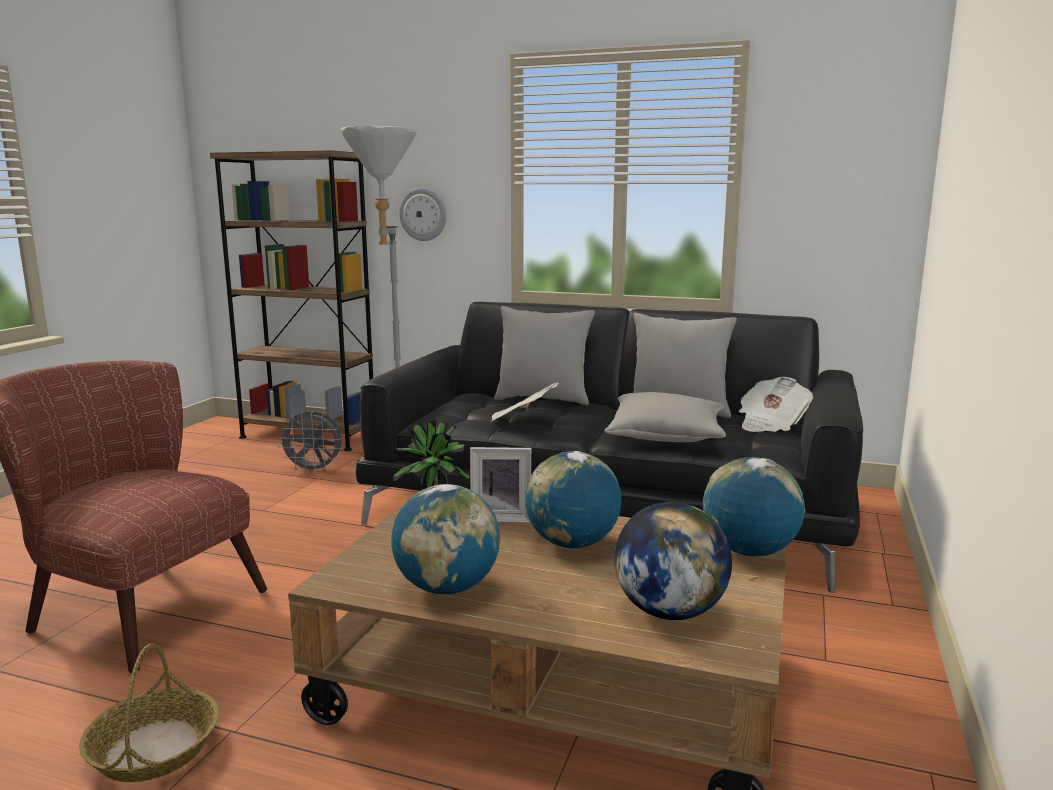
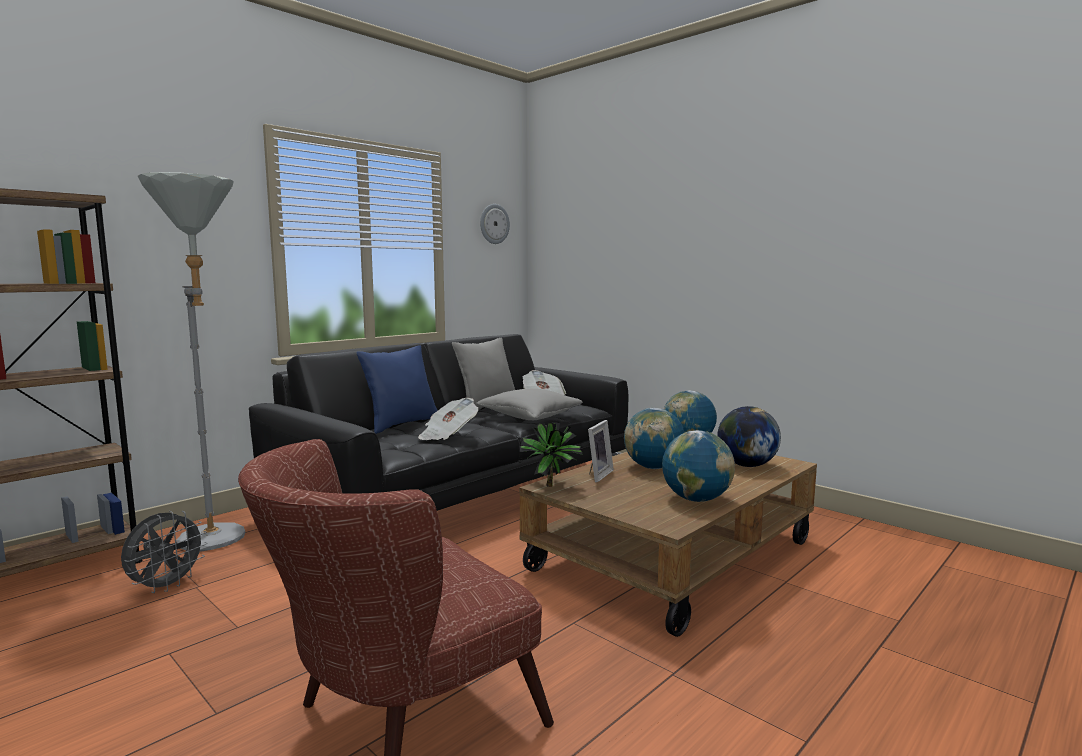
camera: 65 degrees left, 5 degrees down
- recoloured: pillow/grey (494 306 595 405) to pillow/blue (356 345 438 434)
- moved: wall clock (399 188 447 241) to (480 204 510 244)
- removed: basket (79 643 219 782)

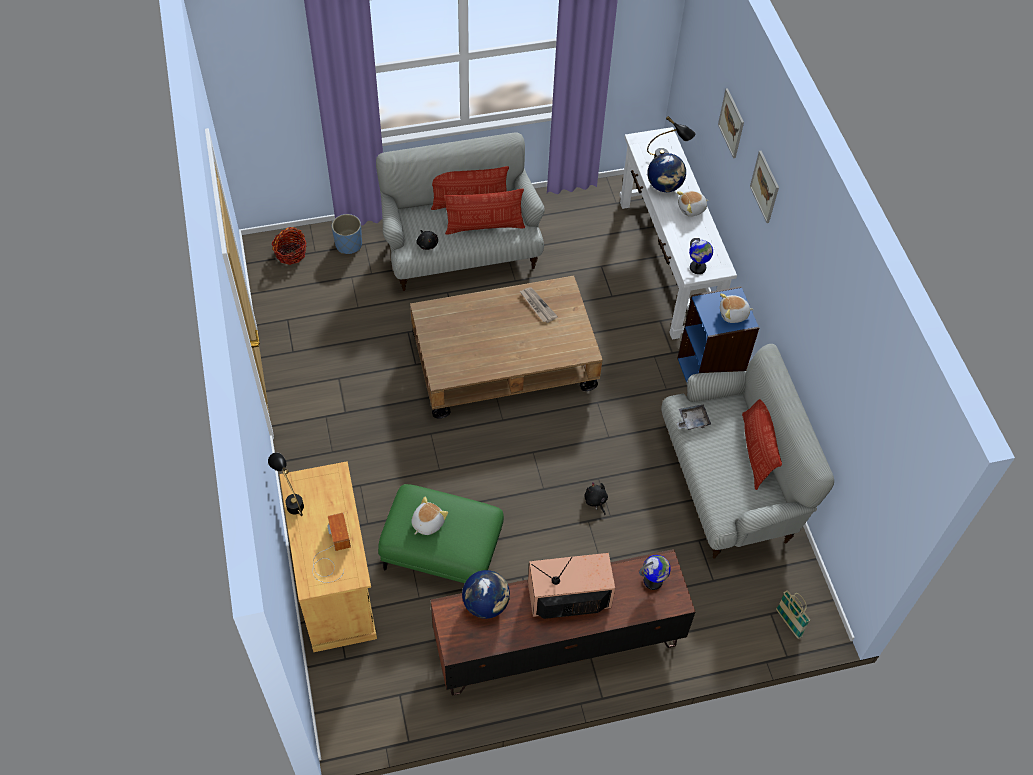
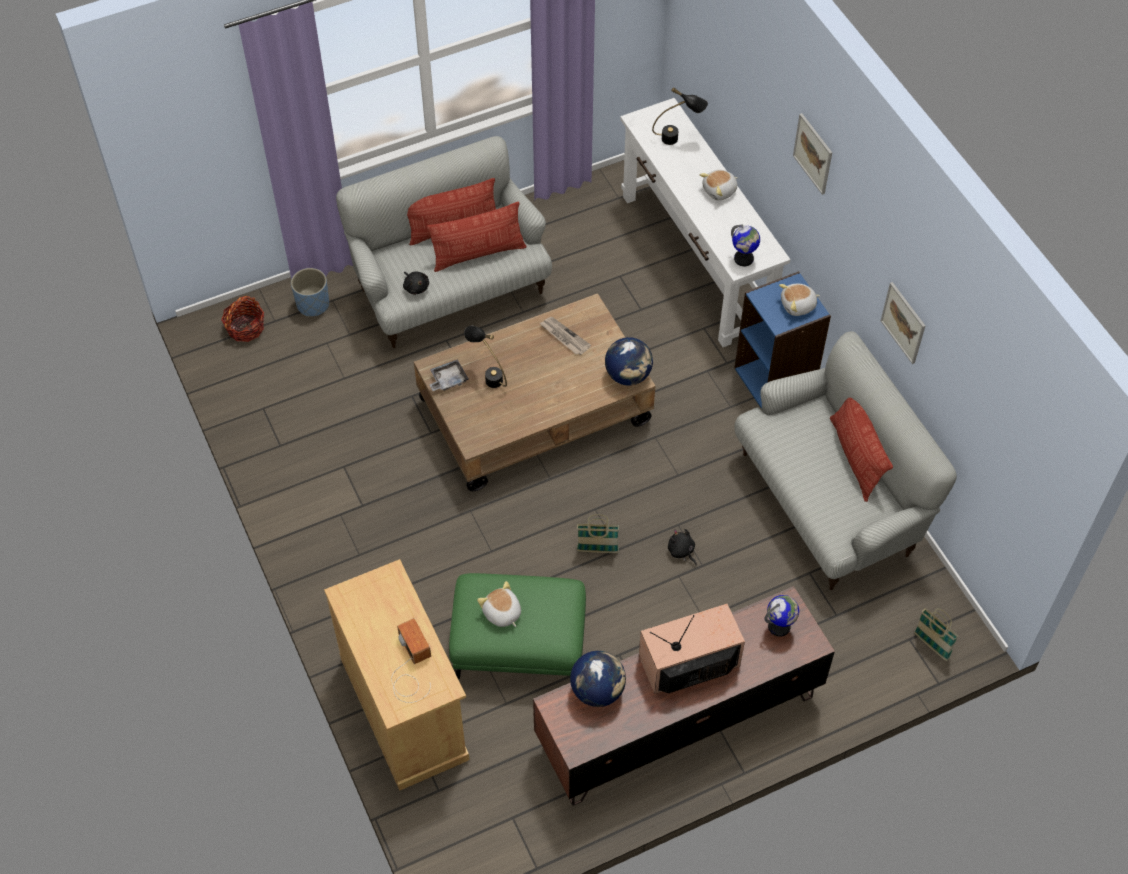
camera: 10 degrees left, 0 degrees up
- moved: tray/grey (676 404 711 430) to (429 359 469 391)
- moved: table lamp/black (268 453 304 516) to (464 325 507 388)
- turned: plush toy (411 496 448 535) = (477 581 521 627) 60 degrees counterclockwise
- added: basket (577 514 619 553)
- moved: globe (648 153 686 192) to (605 337 653 385)
- moved: picture (718 88 744 158) to (881 282 925 364)

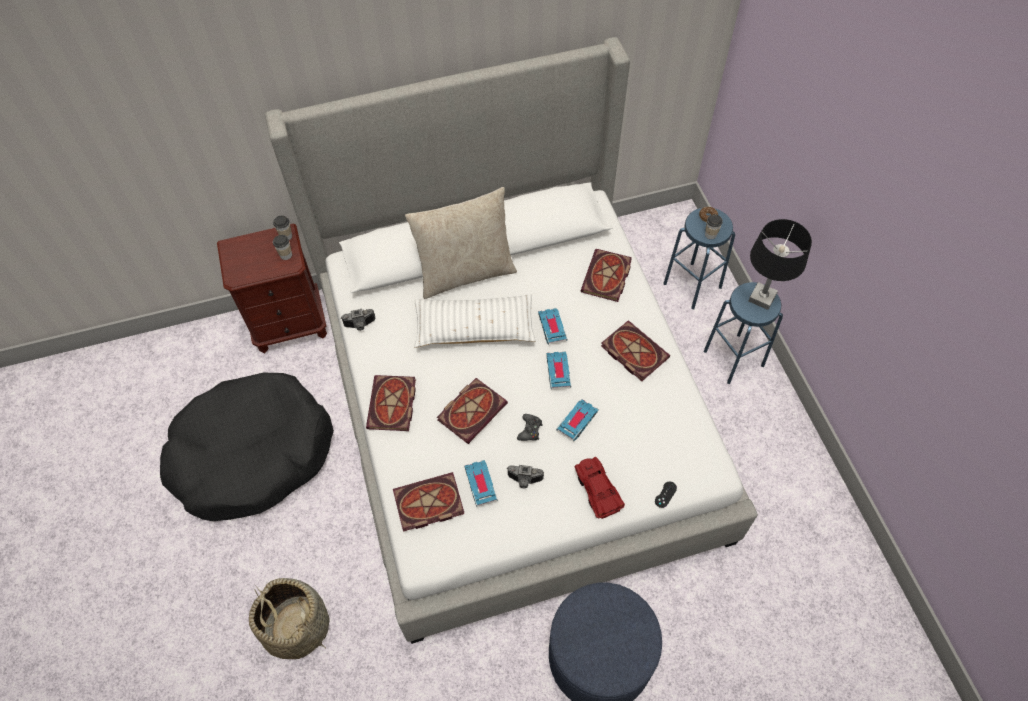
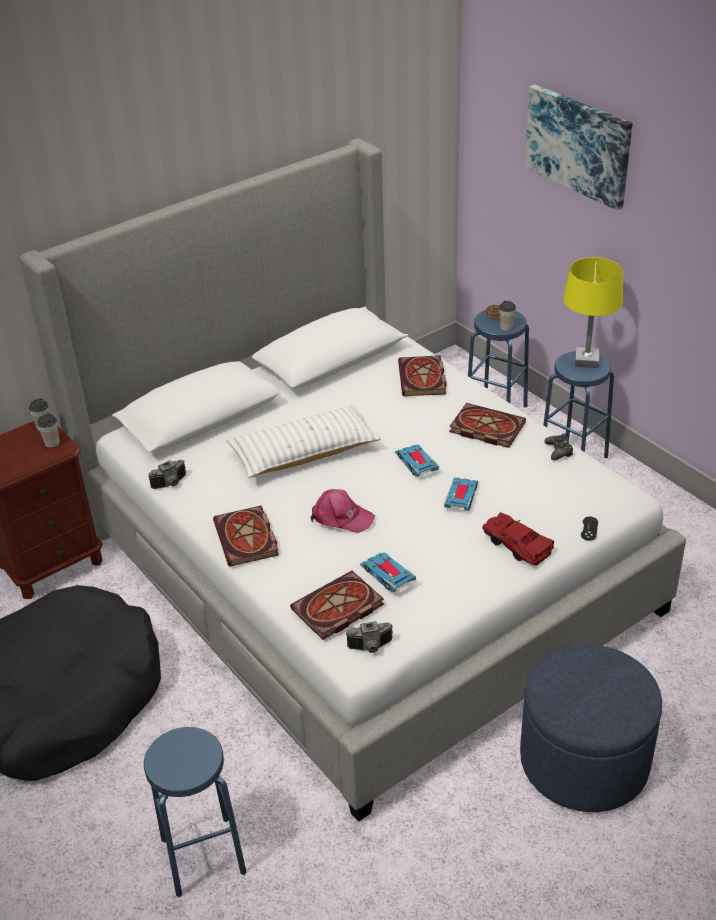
camera: 20 degrees left, 20 degrees down
- replaced: basket (249 578 329 659) to stool/blue (144 727 246 897)
- replaced: book (437 378 508 444) to cap/pink (311 489 375 533)
- moved: photo camera (507 465 544 488) to (346 621 393 653)
- added: picture (525 85 633 210)
- moved: game controller/black (517 414 543 441) to (544 433 573 460)
- recoloured: table lamp/black (748 219 812 310) to table lamp/yellow (563 257 623 368)
- removed: pillow/beige (405 187 517 299)
- removed: toy car (538 308 567 345)

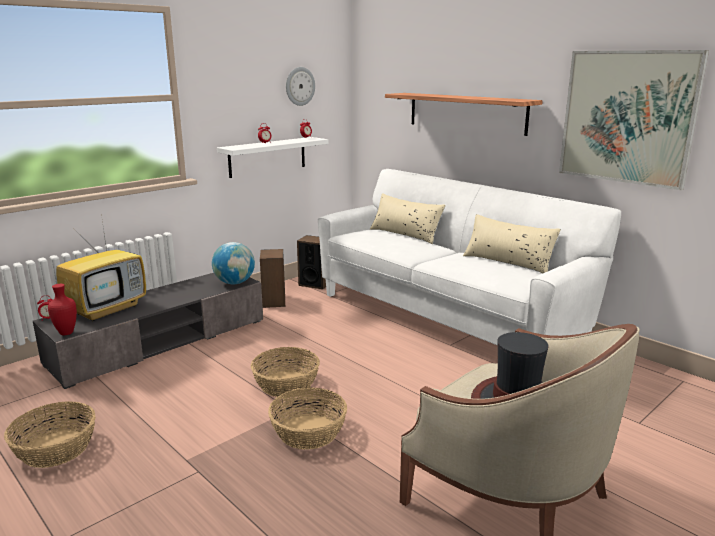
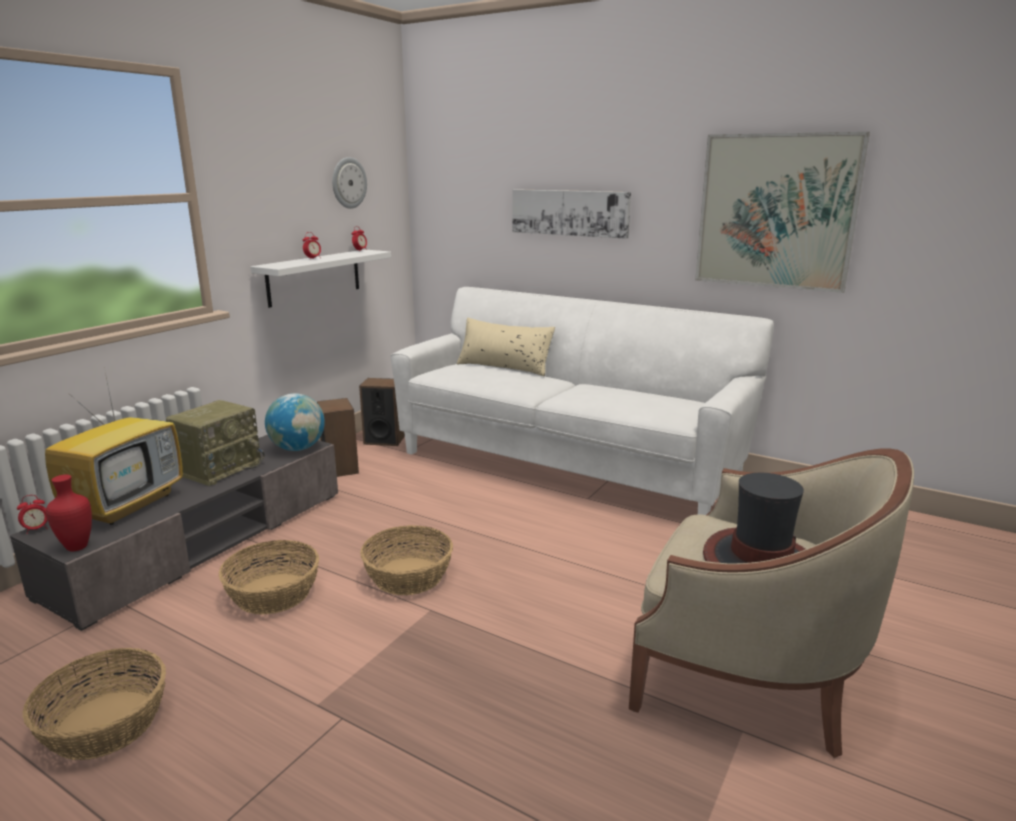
camera: 15 degrees left, 0 degrees up
- added: radio (166 400 264 486)
- moved: basket (268 388 347 450) to (219 540 319 615)
- replaced: shelf (385 93 543 136) to picture (512 189 631 239)
- removed: pillow/beige (463 214 561 273)

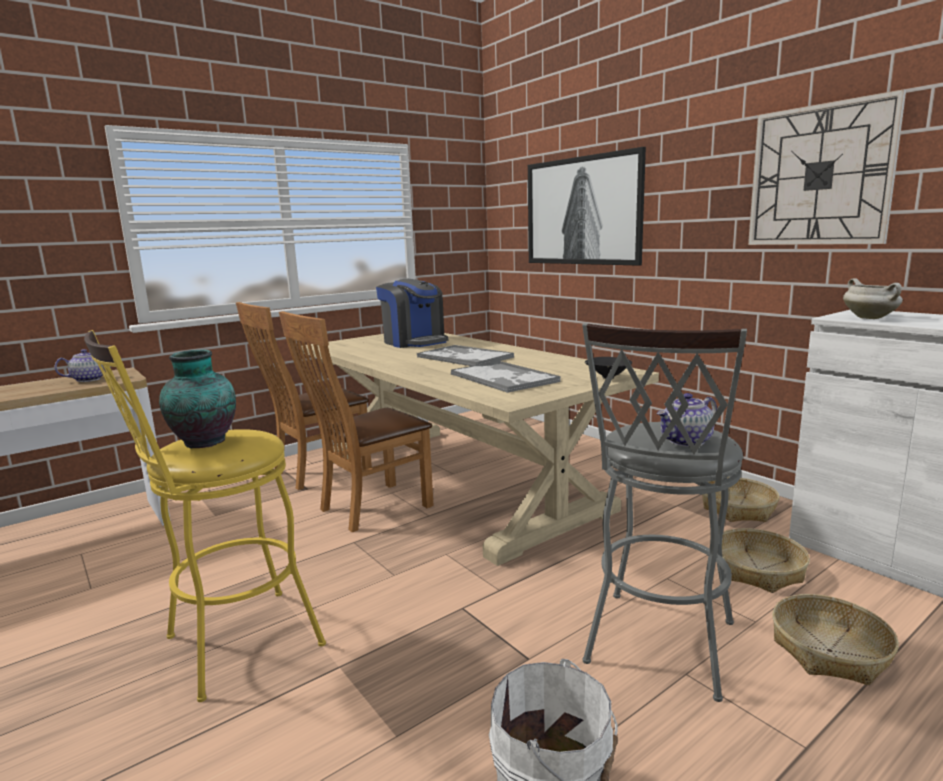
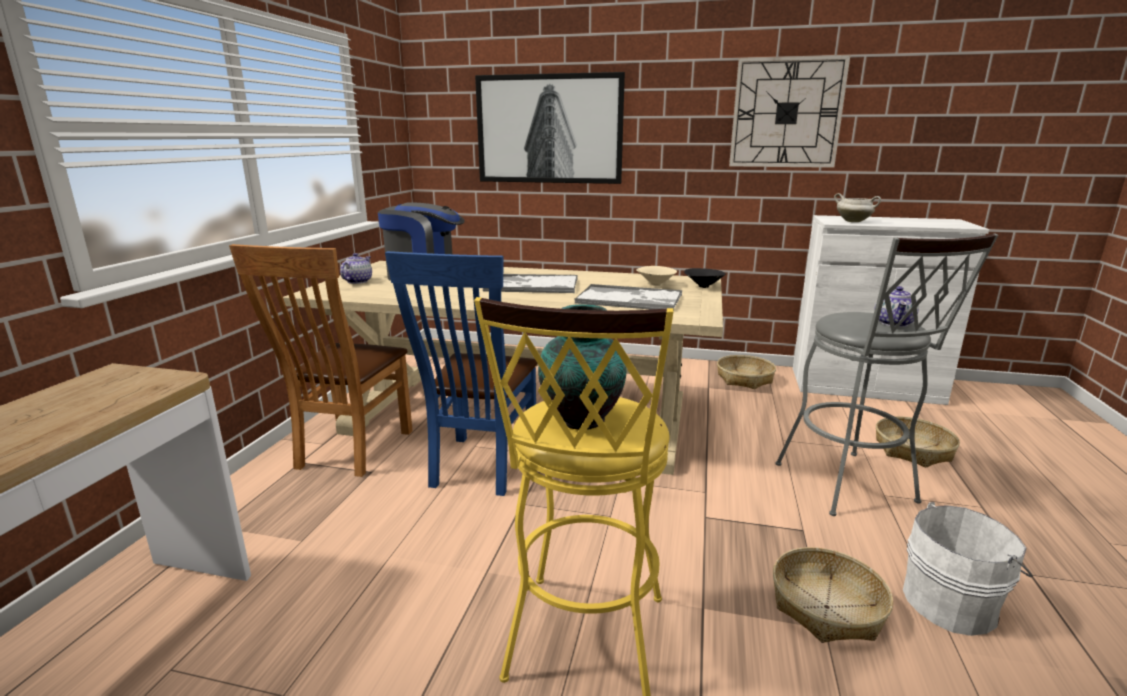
camera: 40 degrees left, 5 degrees up
- moved: teapot (55 349 111 382) to (340 253 372 284)
- recoloured: chair/brown (279 311 434 532) to chair/blue (385 251 537 496)
- added: bowl/beige (636 266 677 286)
- moved: basket (722 528 810 593) to (773 547 893 643)

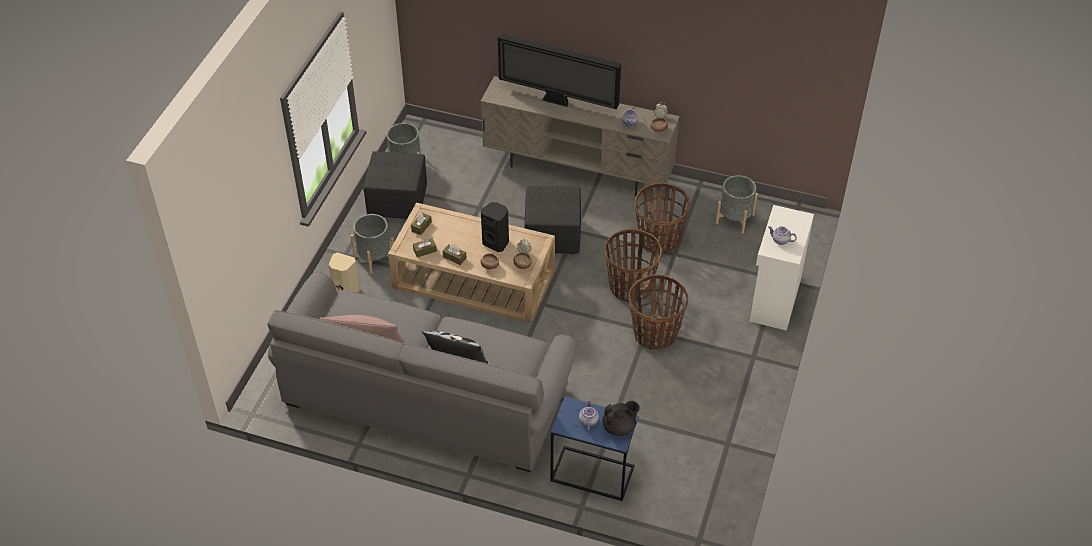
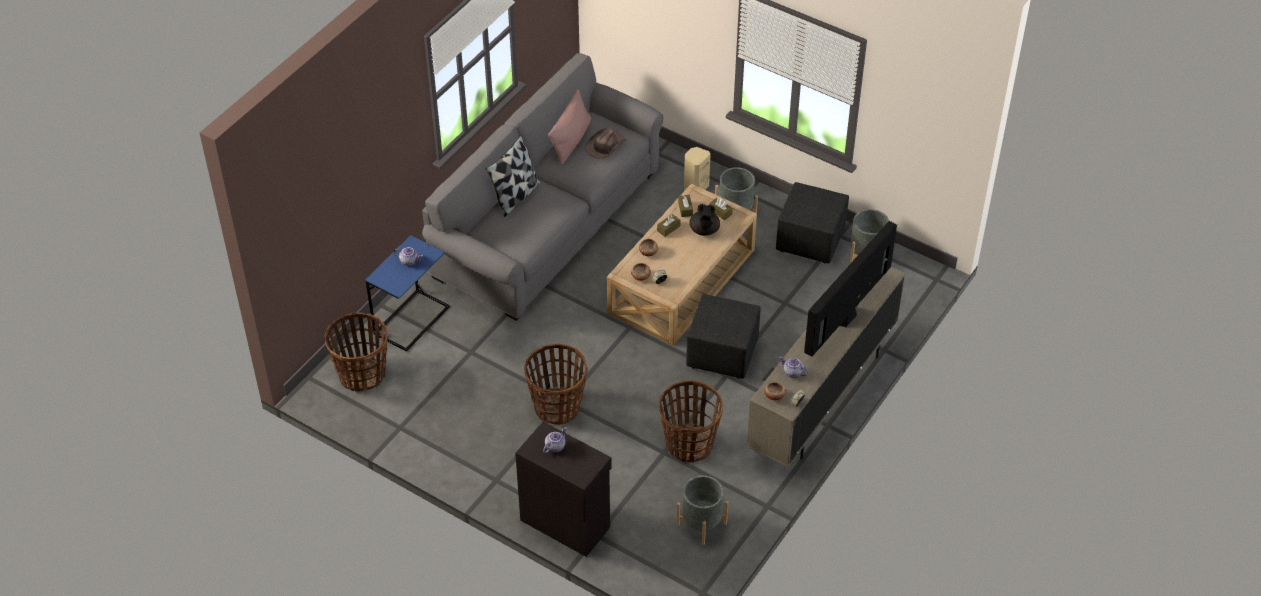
camera: 105 degrees right, 0 degrees up
- moved: basket (604 229 662 303) to (324 313 388 391)
- recoloured: cabinet/white (750 205 814 331) to cabinet/black (515 422 612 557)
- added: hat/brown (585 128 626 159)
- moved: teapot/black (602 401 640 436) to (689 204 720 236)
- removed: speaker/black (481 202 509 252)

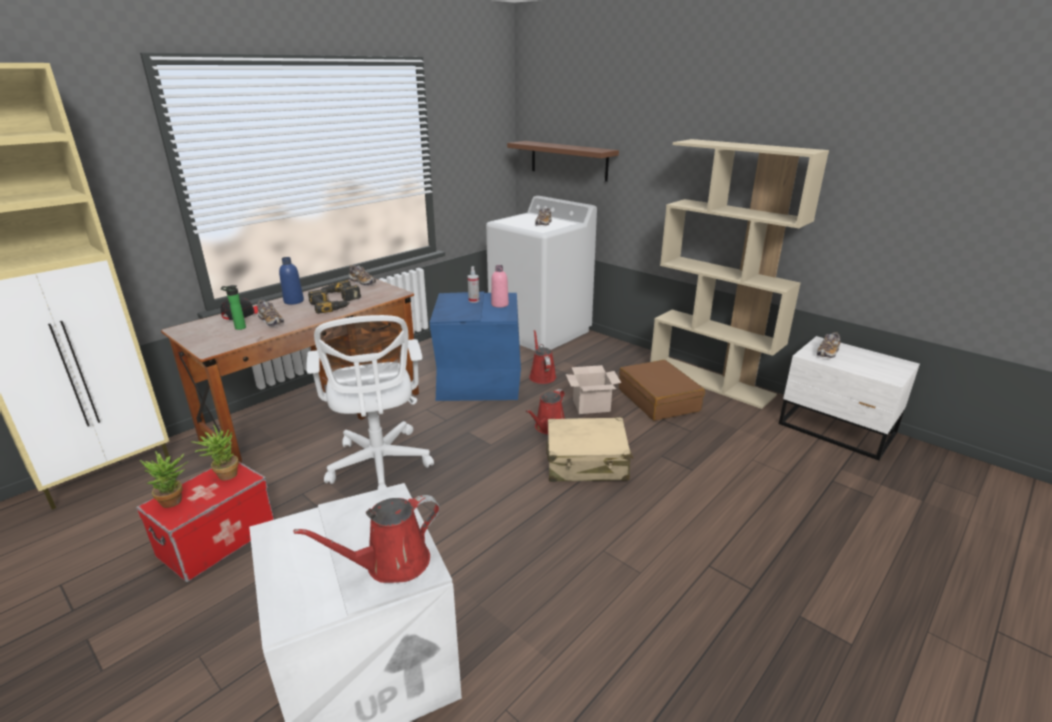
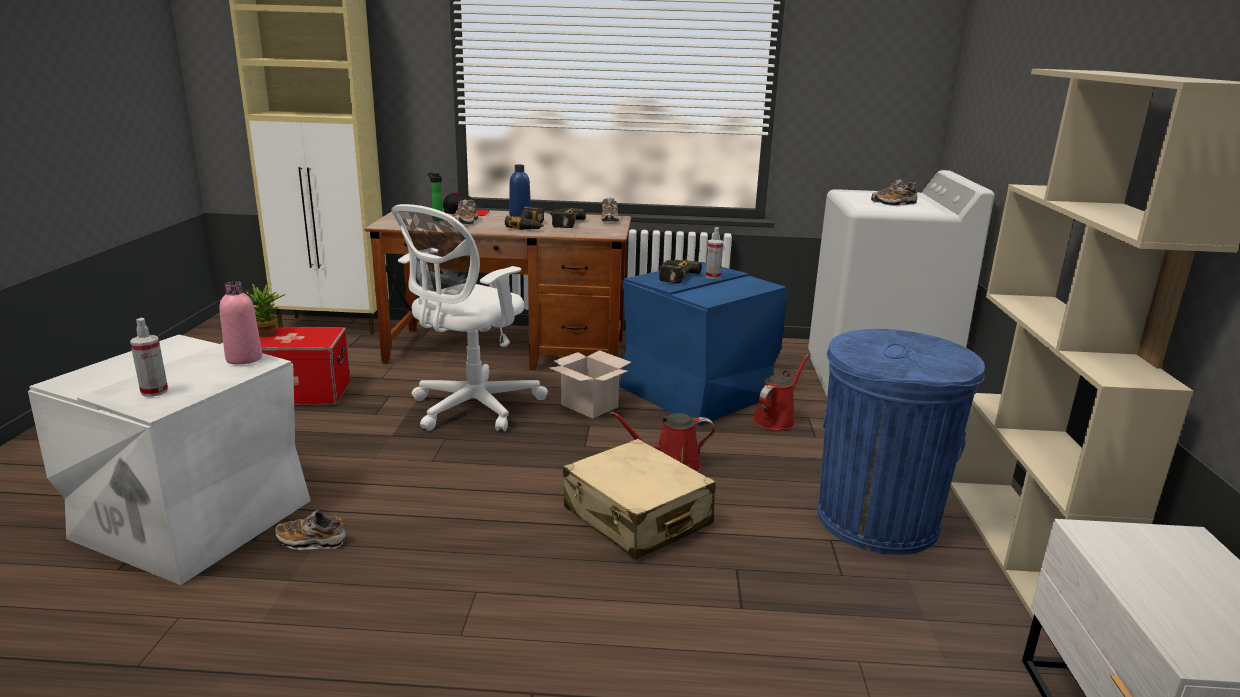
camera: 50 degrees right, 5 degrees down
- replaced: watering can/red (294 495 440 583) to spray bottle (130 318 168 397)
- moved: bottle/pink (491 265 509 308) to (219 281 262 365)
- moved: shoe (817 332 840 358) to (274 510 346 550)
- moved: cardboard box (566 365 621 414) to (549 350 631 419)
- added: power drill (659 259 702 283)
- replaced: suitcase/brown (619 360 705 421) to trash can/blue (817 329 985 555)
- removed: potted plant (191 424 239 480)
- removed: shelf/brown (507 141 619 182)

